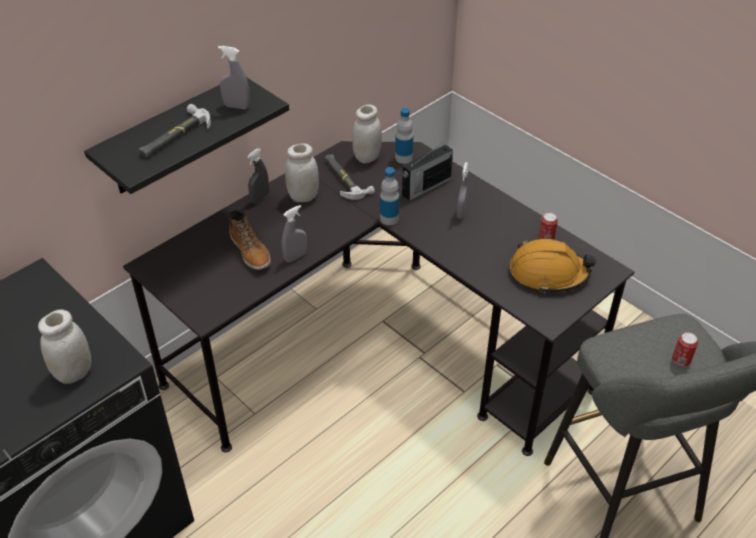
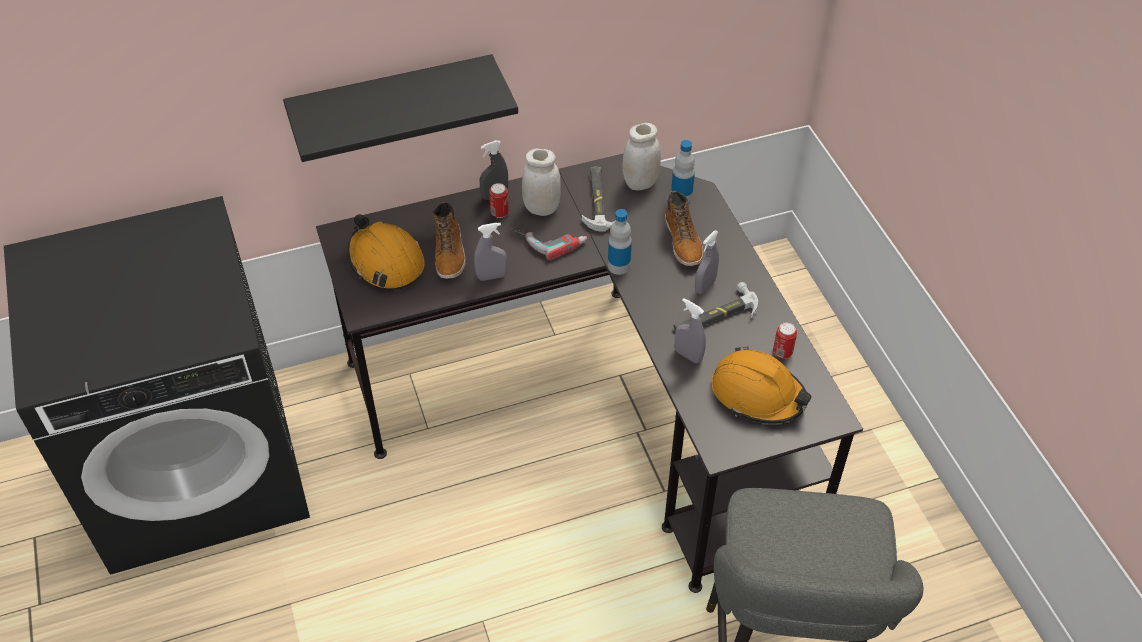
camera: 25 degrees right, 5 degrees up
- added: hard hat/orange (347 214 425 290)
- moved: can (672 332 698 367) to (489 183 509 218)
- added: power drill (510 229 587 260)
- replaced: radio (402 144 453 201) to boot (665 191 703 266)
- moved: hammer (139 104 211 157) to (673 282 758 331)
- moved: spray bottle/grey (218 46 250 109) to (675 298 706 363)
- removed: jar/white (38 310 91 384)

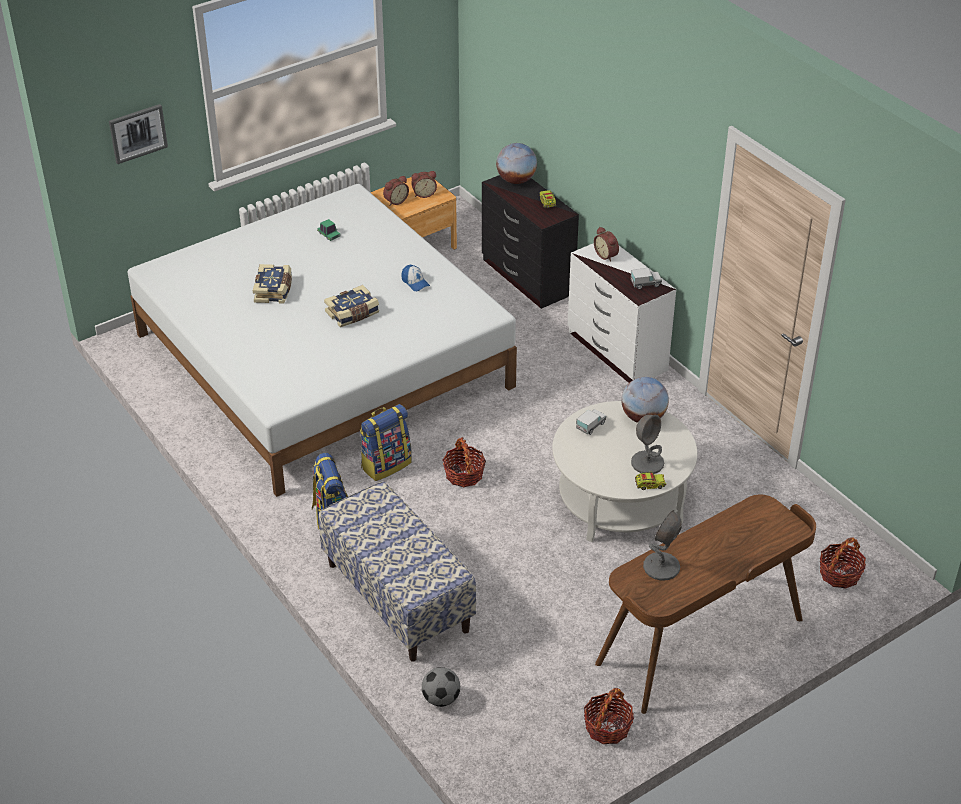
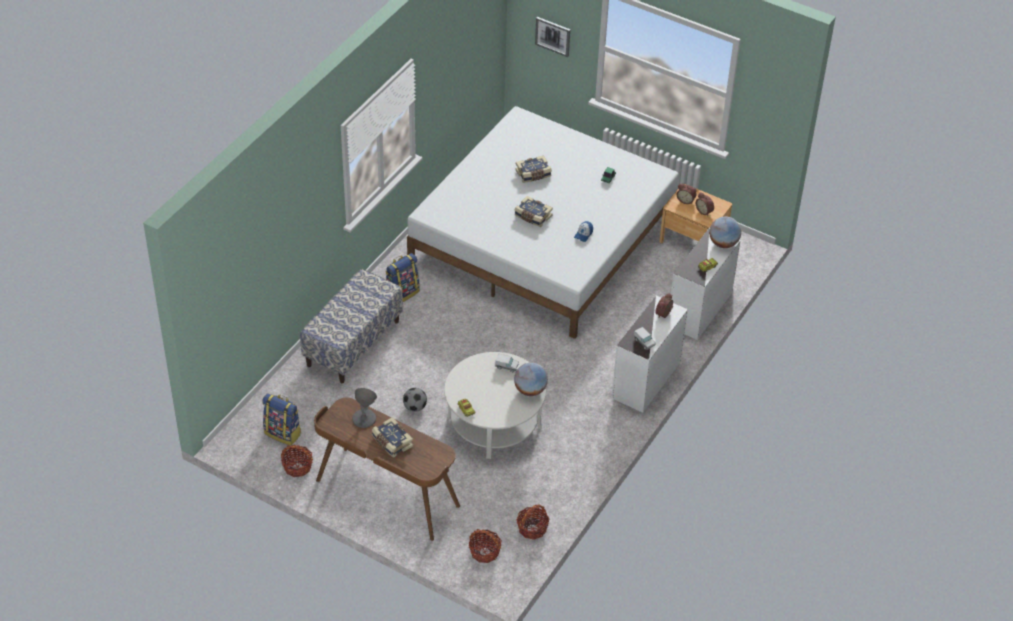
camera: 65 degrees right, 5 degrees up
- moved: backpack (360 404 412 481) to (262 393 301 446)
- added: book (372 417 413 458)
- moved: football (422 667 460 707) to (403 388 427 412)
- moved: basket (443 437 486 487) to (517 504 549 540)
- recoloured: dresser/black (482 175 579 309) to dresser/white (671 227 741 340)
- removed: table lamp/grey (631 415 664 474)

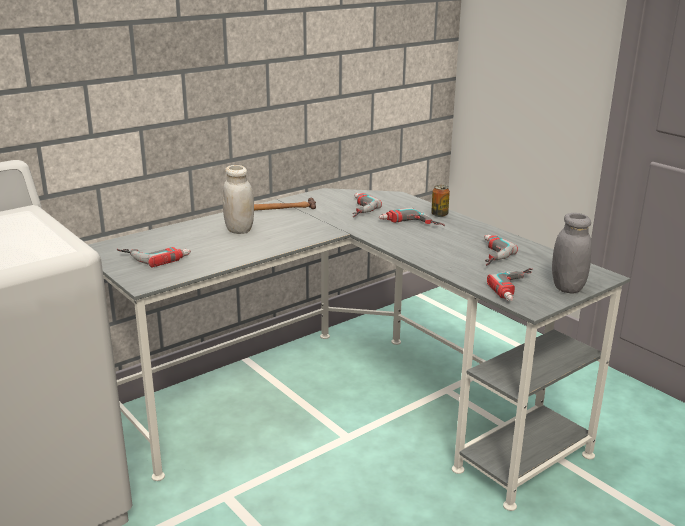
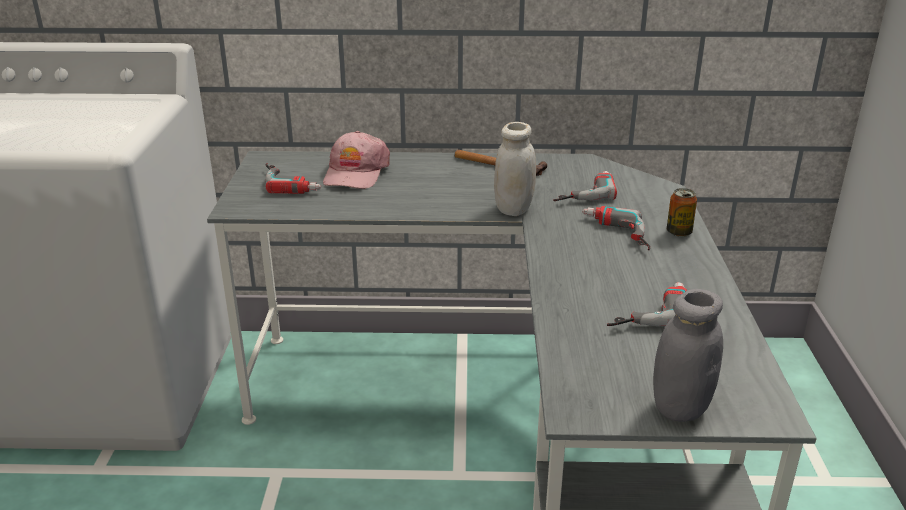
camera: 40 degrees right, 5 degrees up
- added: cap/pink (323 131 390 189)
- moved: jar/white (223 165 254 234) to (494 122 536 216)
- removed: power drill (487 268 533 301)

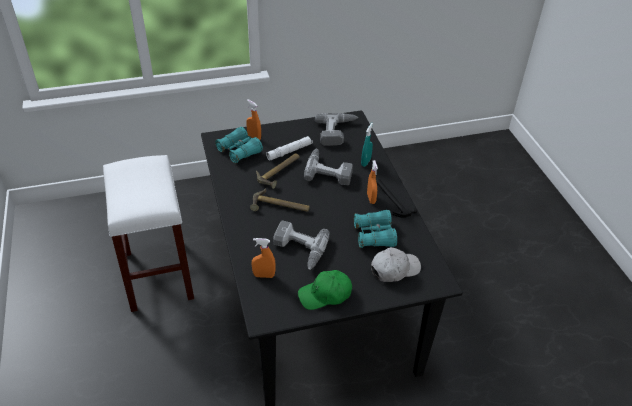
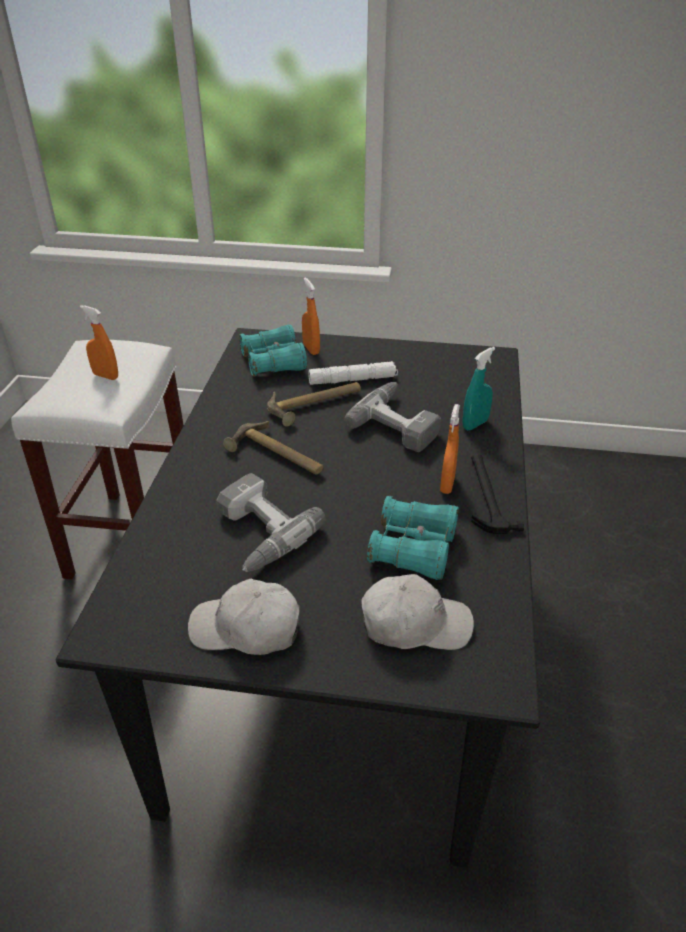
camera: 25 degrees right, 5 degrees down
- moved: spray bottle/orange (251 238 276 278) to (80 305 118 380)
- recoloured: cap/green (298 270 352 310) to cap/white (188 579 300 655)
- removed: power drill (315 113 358 146)

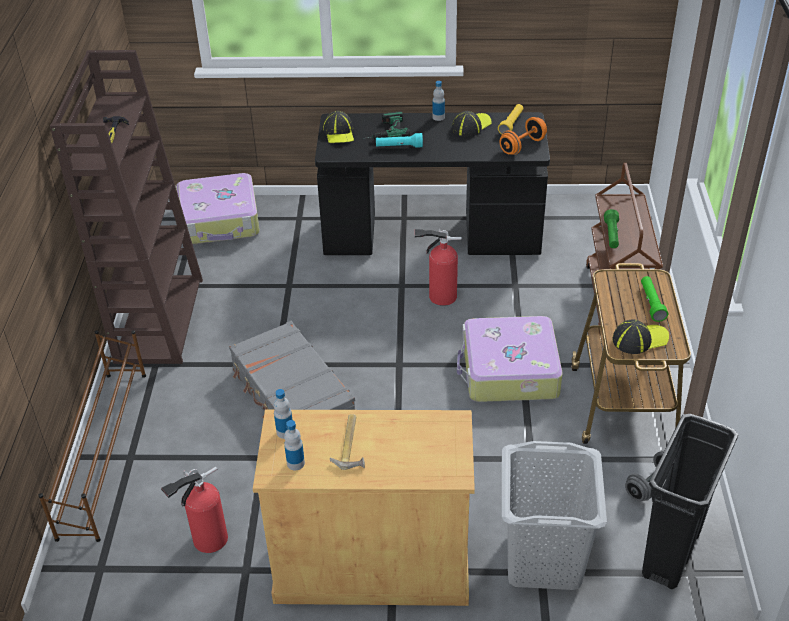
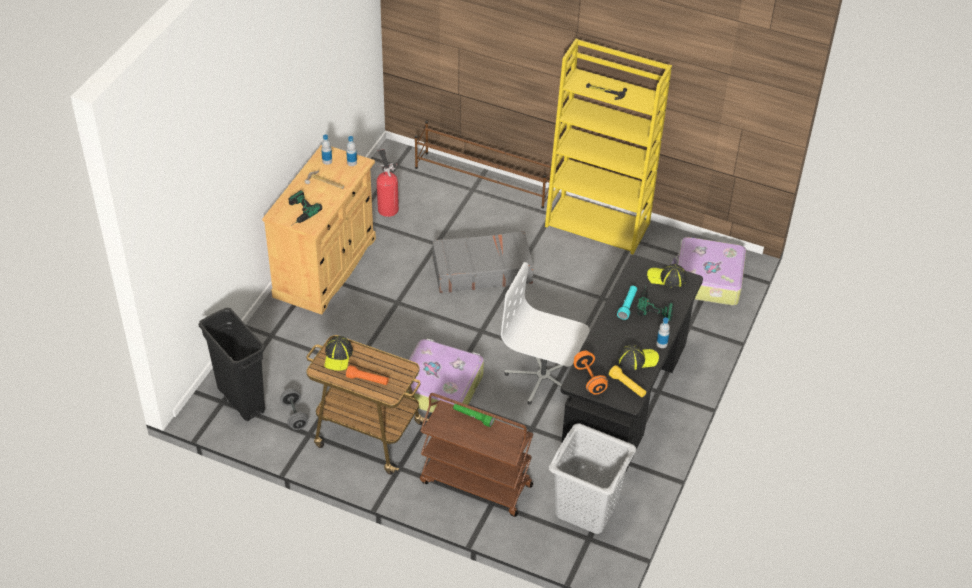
camera: 110 degrees right, 5 degrees up
- added: power drill (289 190 322 226)
- recoloured: flashlight/green (641 276 668 322) to flashlight/orange (346 365 389 385)
- replaced: fire extinguisher (415 229 461 306) to office chair/white (501 262 589 405)
- recoloured: bookcase/brown (50 50 203 364) to bookcase/yellow (545 39 672 254)
- moved: laundry basket/grey (502 441 607 590) to (549 423 636 534)
- turned: cap (452 111 491 137) = (617 345 659 370) 75 degrees counterclockwise

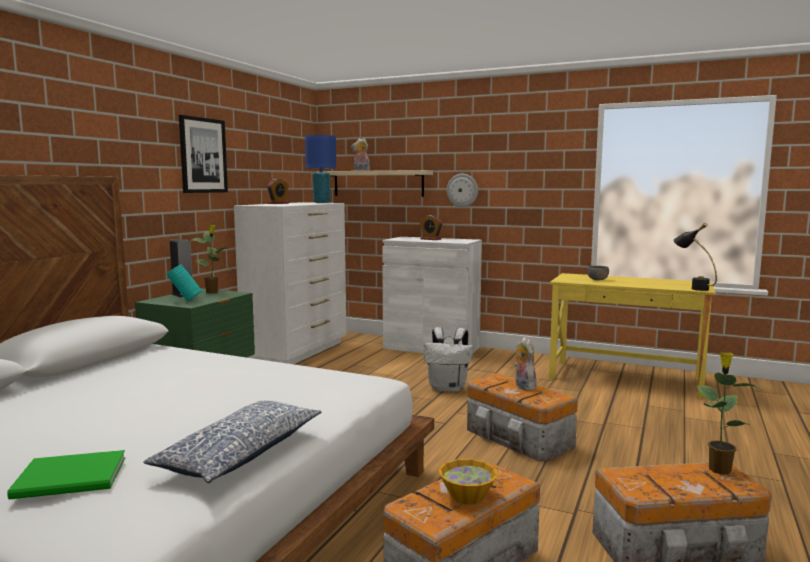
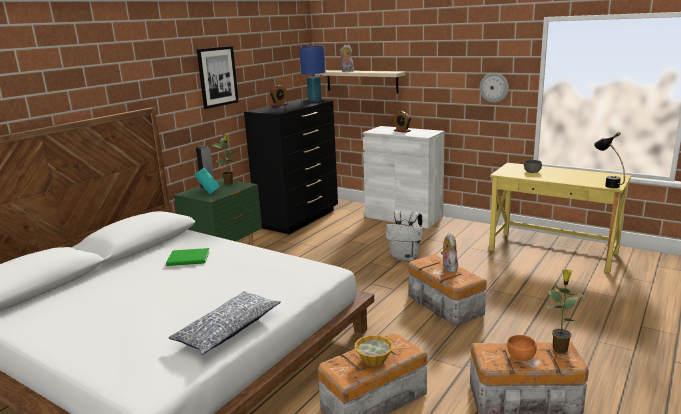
camera: 10 degrees right, 10 degrees up
- moved: book/green (7 450 125 499) to (166 248 210 266)
- recoloured: dresser/white (234 202 347 364) to dresser/black (244 99 338 234)
- moved: wall clock (447 174 478 207) to (480 73 509 103)
- added: bowl/orange (507 335 537 361)

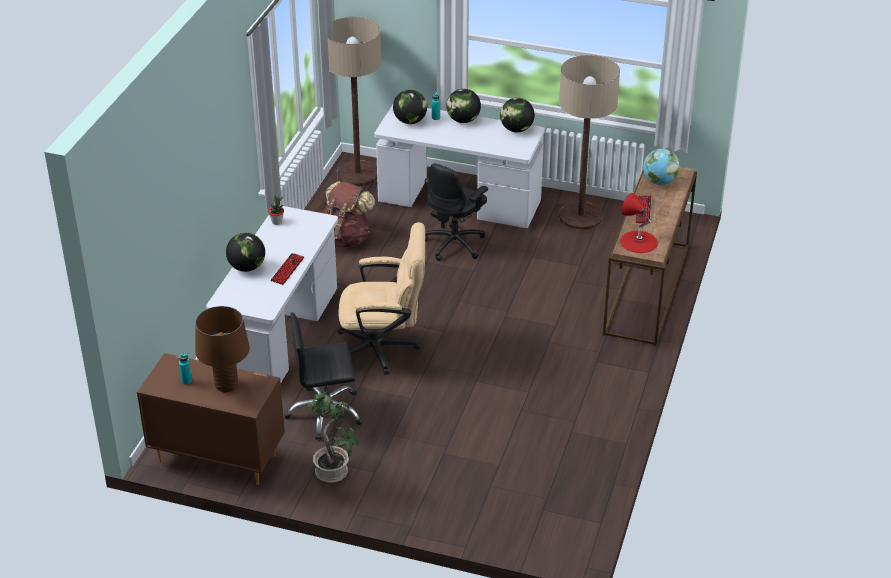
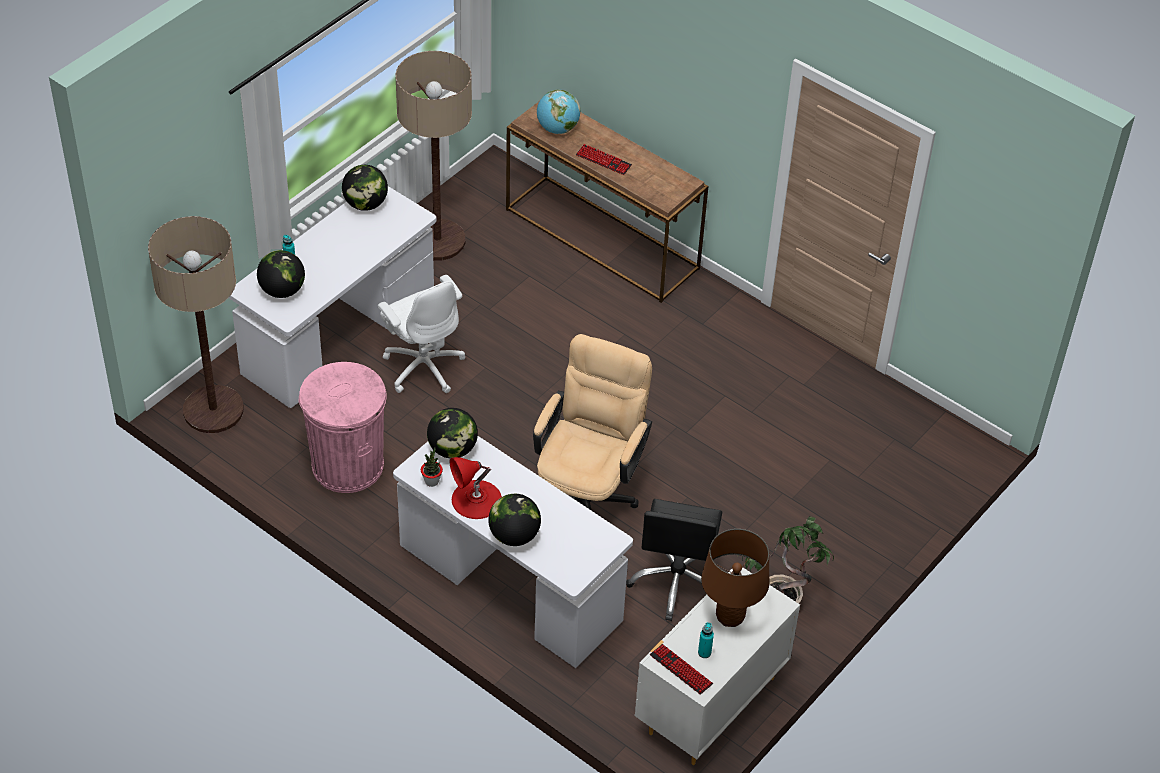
camera: 70 degrees left, 10 degrees up
- replaced: backpack/brown (321 181 375 248) to trash can/pink (298 362 387 493)
- recoloured: office chair/black (424 163 488 261) to office chair/white (378 275 465 393)
- moved: globe (447 89 481 123) to (427 408 478 458)
- moved: table lamp/red (620 193 658 253) to (450 457 502 519)
- recoloured: dresser/brown (137 353 285 485) to dresser/white (635 567 800 765)
- moved: keyboard (270 253 304 285) to (650 644 713 695)

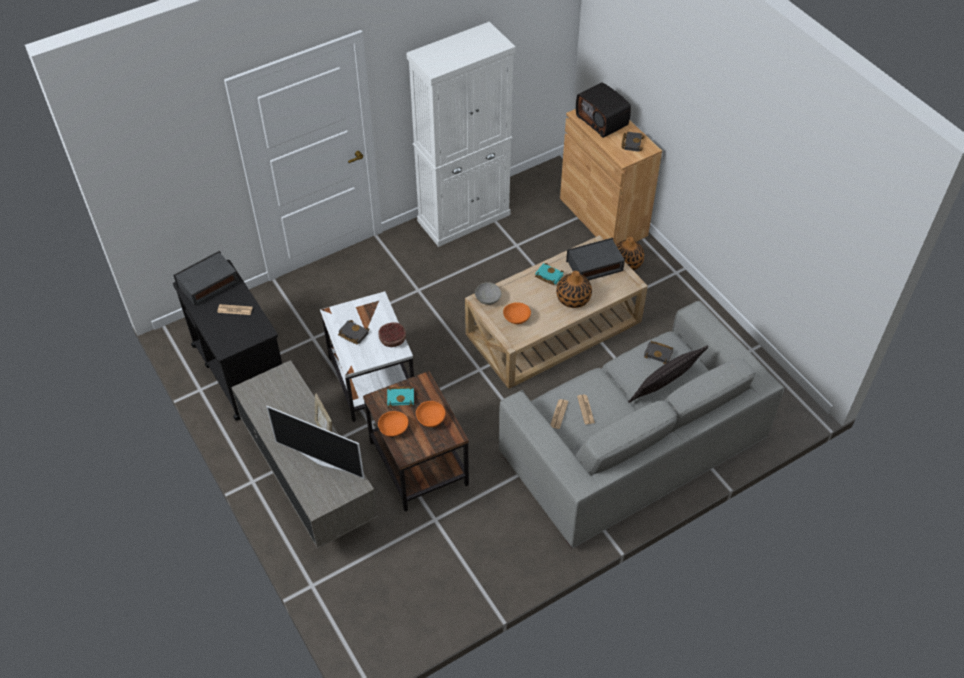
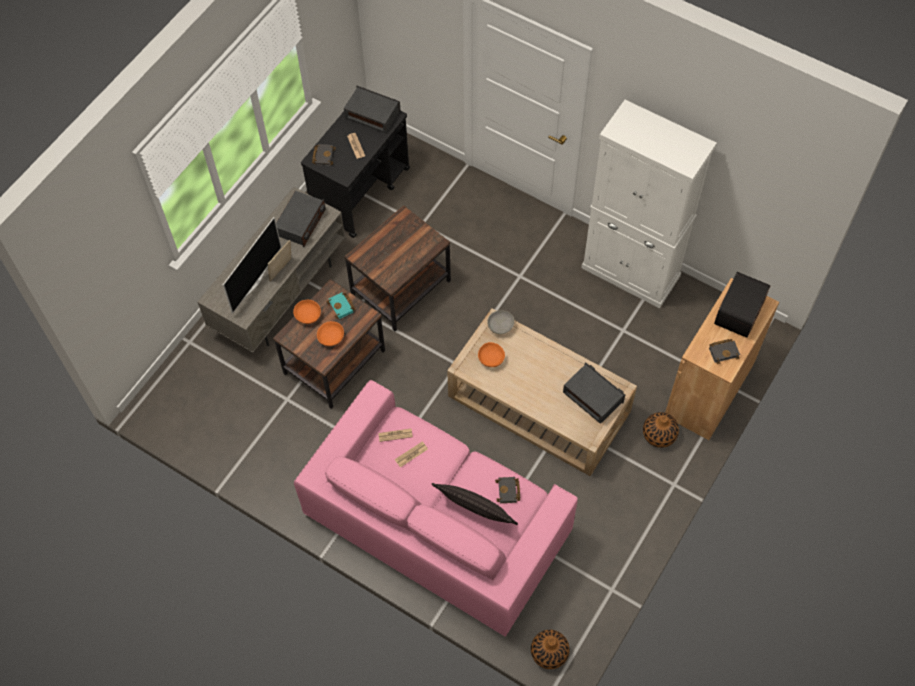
camera: 65 degrees right, 10 degrees up
- turned: television (266 406 364 479) = (223 217 282 314) 150 degrees counterclockwise
- added: radio (276 191 326 247)
- recoloured: sofa/grey (499 301 784 548) to sofa/pink (294 380 578 637)
- moved: book/black (338 320 370 344) to (312 144 336 166)
- recoloured: side table/white (320 291 414 422) to side table/brown (344 205 451 331)
- moved: vase (556 271 592 308) to (531 630 570 669)
- removed: bowl (378 322 406 347)
- removed: book/turquoise (535 263 564 285)

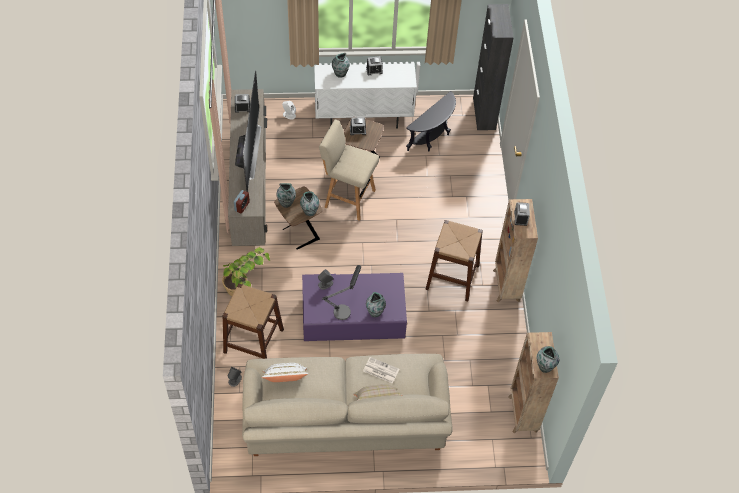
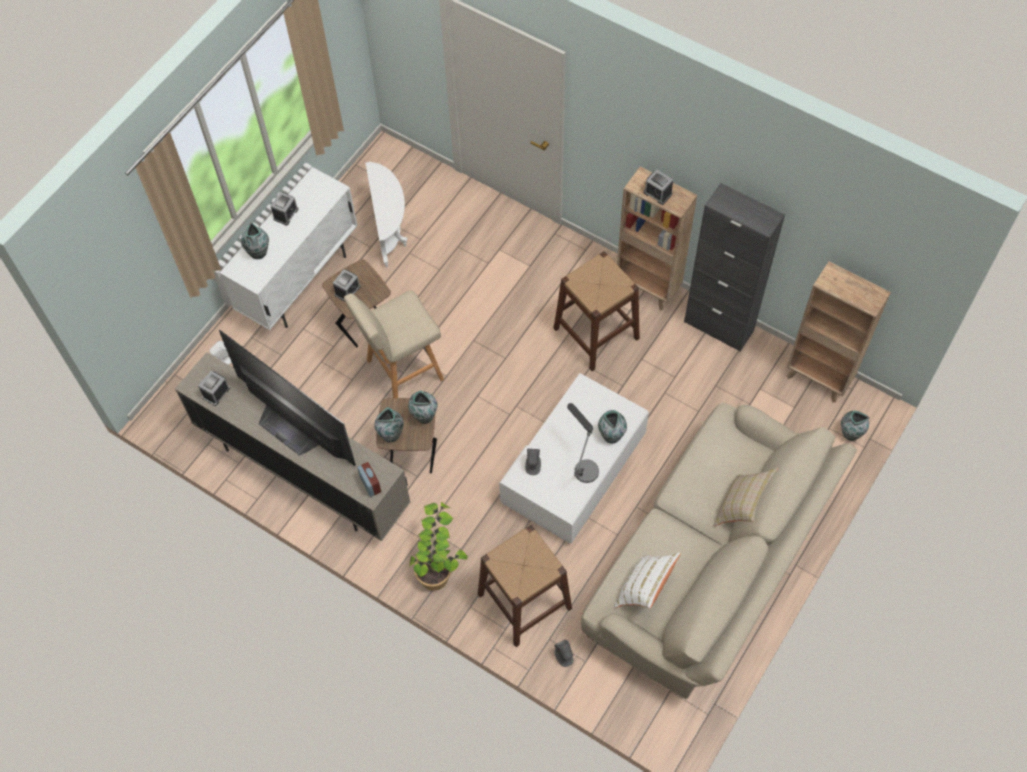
camera: 50 degrees left, 5 degrees up
- recoloured: side table/black (406 91 456 151) to side table/white (365 162 408 267)
- recoloured: coffee table/purple (302 273 407 341) to coffee table/white (499 373 649 544)
- moved: cabinet/black (473 4 514 130) to (684 183 785 352)
- moved: vase (536 346 559 373) to (841 410 870 441)
- removed: newspaper (363 357 399 384)

